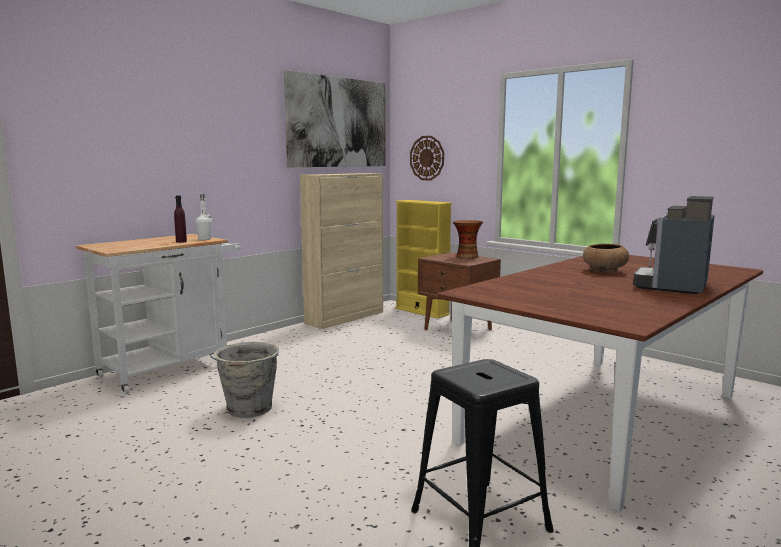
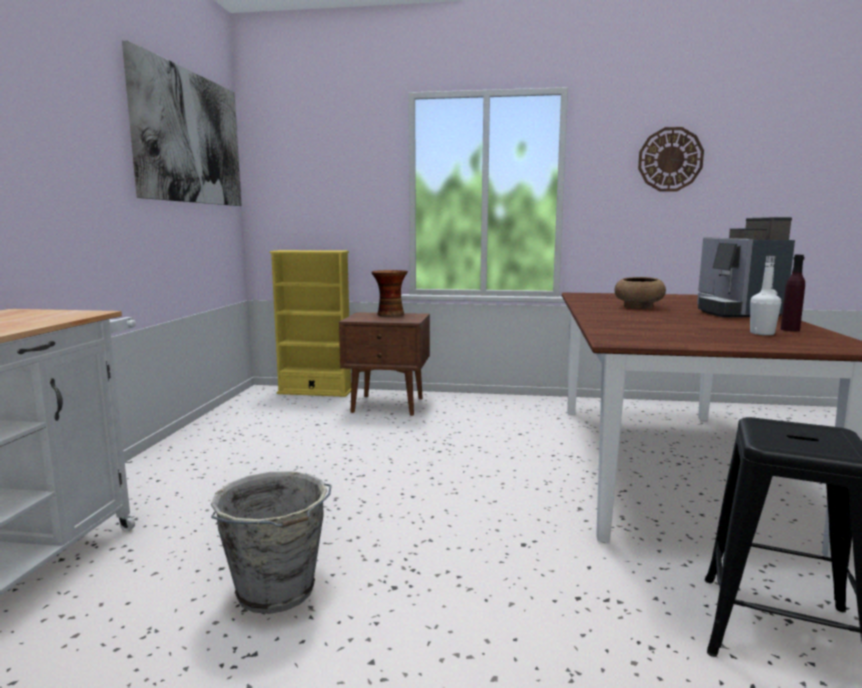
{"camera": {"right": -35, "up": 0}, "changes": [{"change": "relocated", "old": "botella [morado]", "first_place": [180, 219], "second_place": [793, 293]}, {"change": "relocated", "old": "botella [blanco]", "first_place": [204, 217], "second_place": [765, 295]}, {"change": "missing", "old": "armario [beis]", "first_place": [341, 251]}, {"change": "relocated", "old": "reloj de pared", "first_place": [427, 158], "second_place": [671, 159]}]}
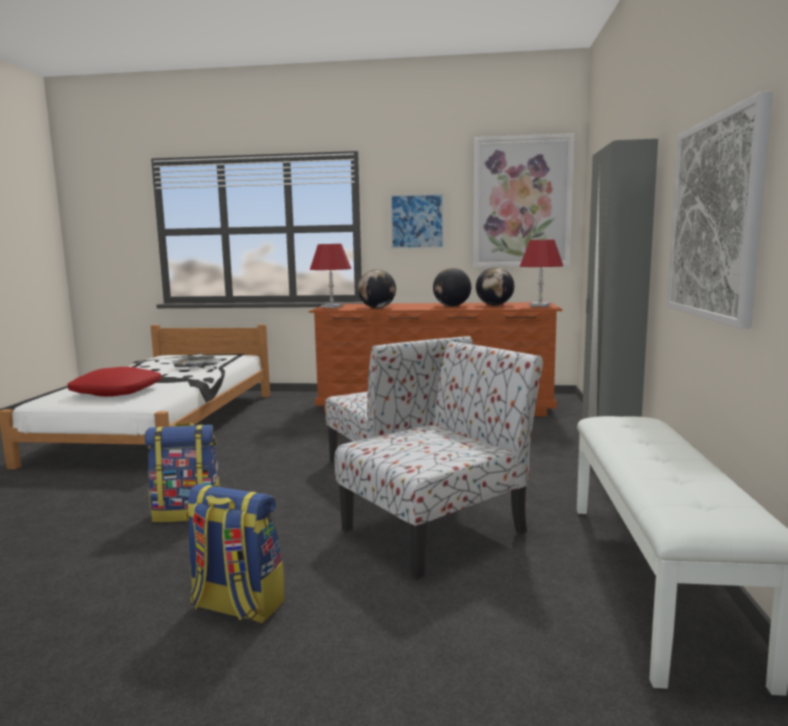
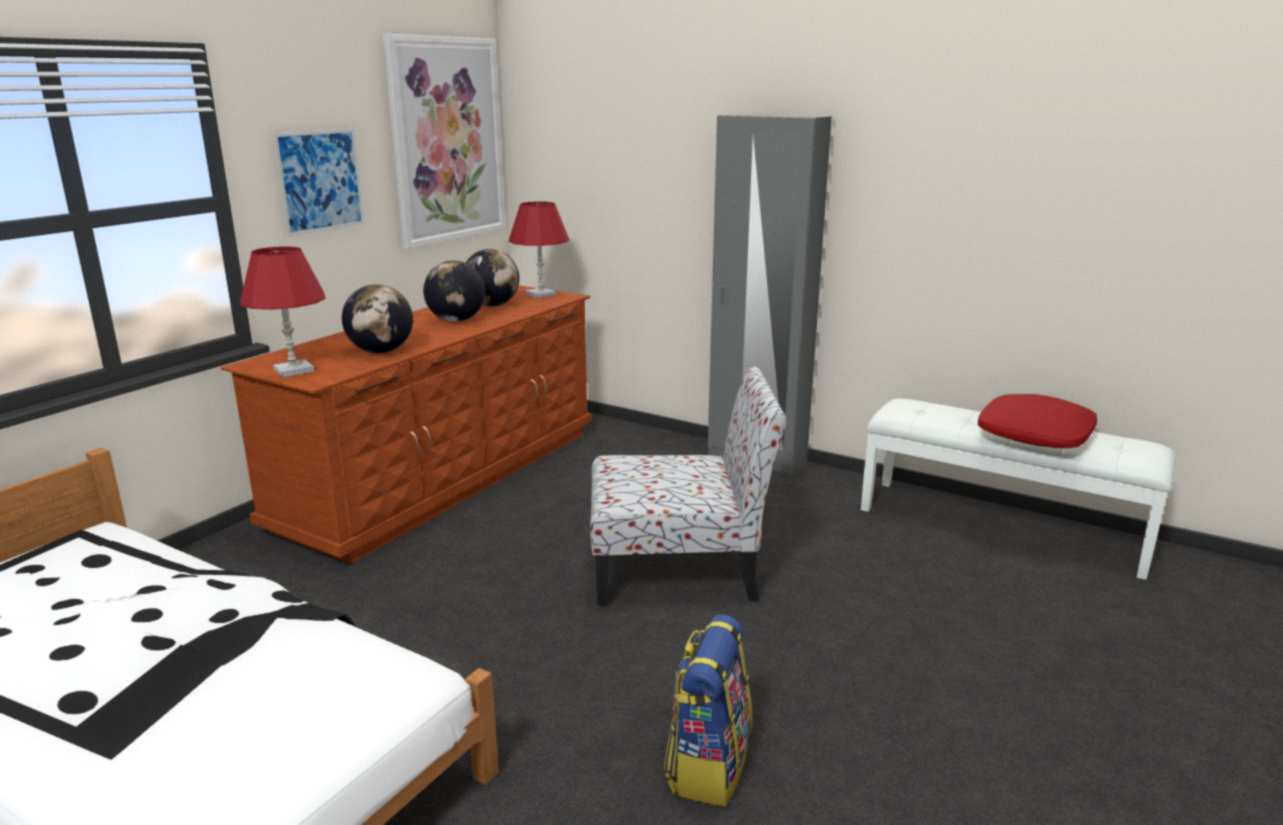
{"camera": {"right": -65, "up": 10}, "changes": [{"change": "relocated", "old": "cojín [rojo]", "first_place": [115, 382], "second_place": [1037, 421]}, {"change": "missing", "old": "bandeja [gris]", "first_place": [197, 361]}, {"change": "missing", "old": "mochila", "first_place": [235, 553]}, {"change": "missing", "old": "silla", "first_place": [439, 460]}, {"change": "missing", "old": "cuadro", "first_place": [720, 210]}]}
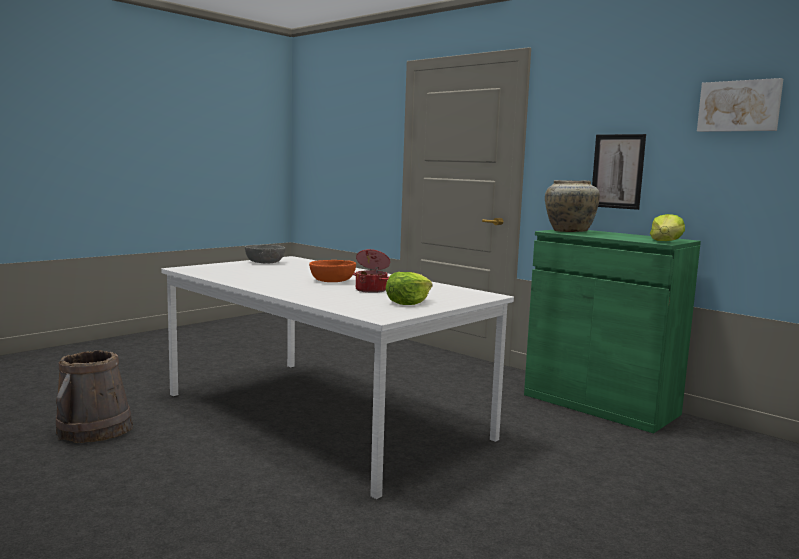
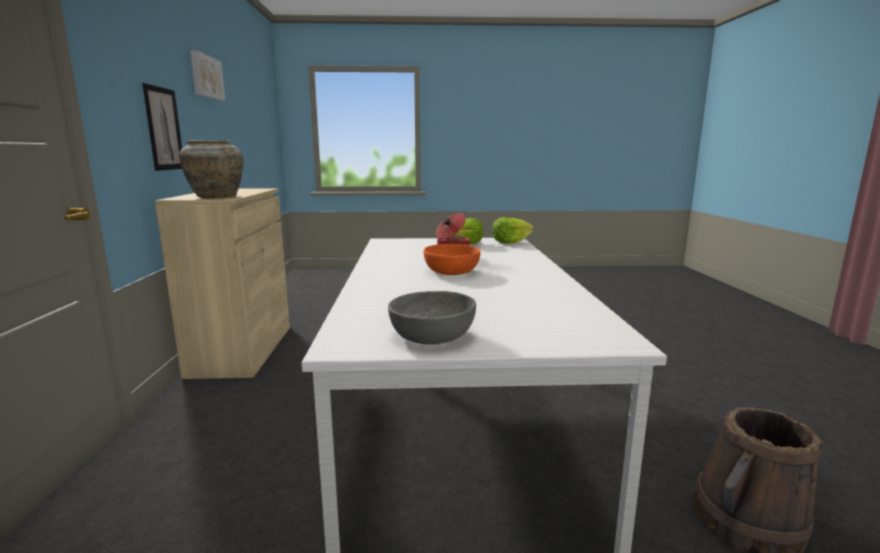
{"camera": {"right": -135, "up": 5}, "changes": [{"change": "colour", "old": "armario [verde]", "new": "armario [beis]", "first_place": [612, 331], "second_place": [222, 283]}, {"change": "relocated", "old": "lechuga", "first_place": [667, 227], "second_place": [513, 230]}]}
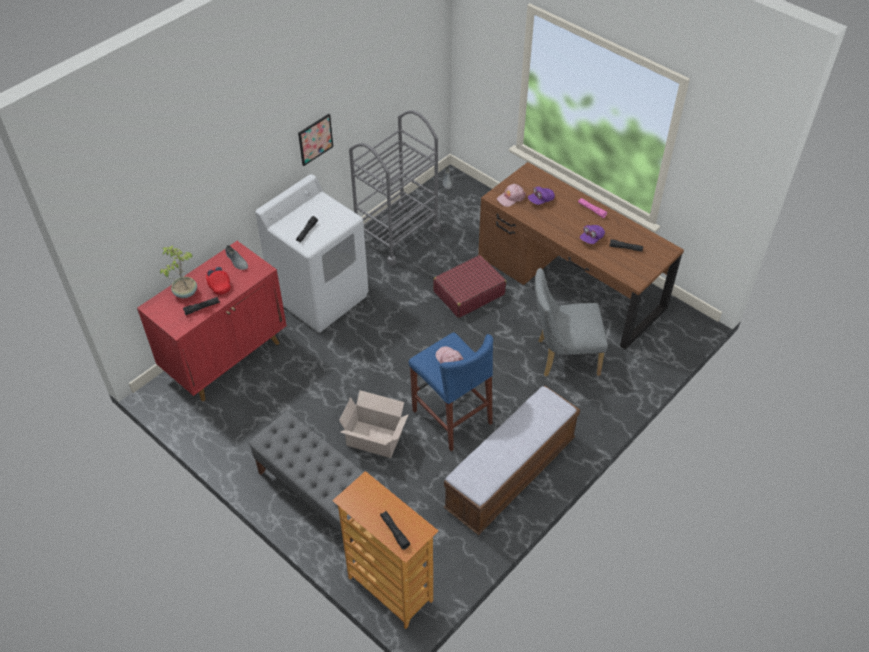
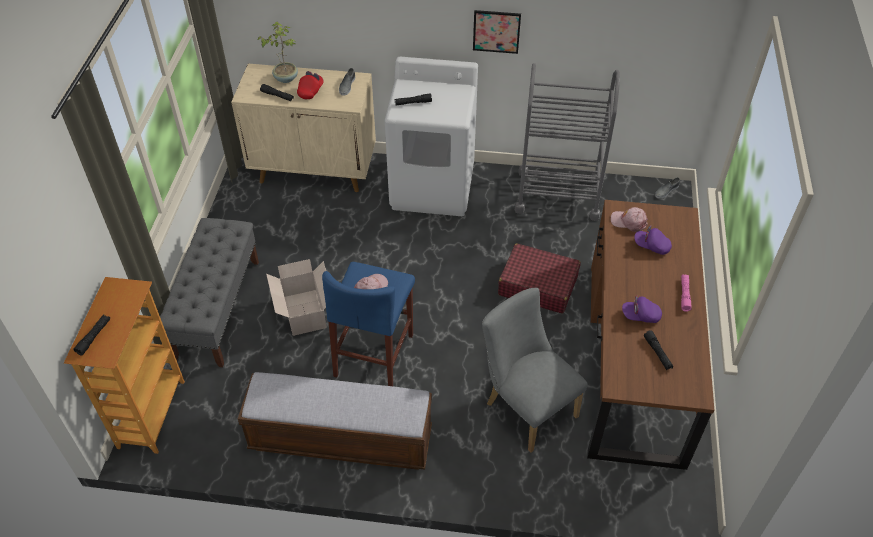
{"camera": {"right": 55, "up": 0}, "changes": [{"change": "colour", "old": "armario [rojo]", "new": "armario [beis]", "first_place": [212, 321], "second_place": [303, 128]}]}
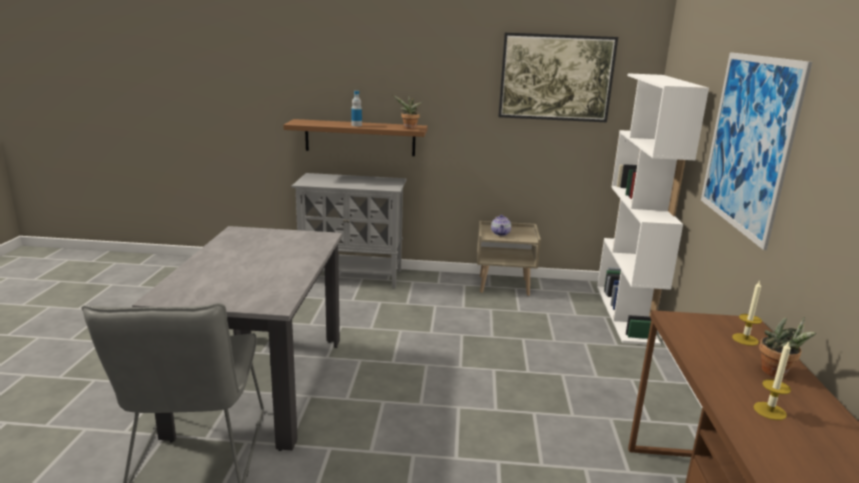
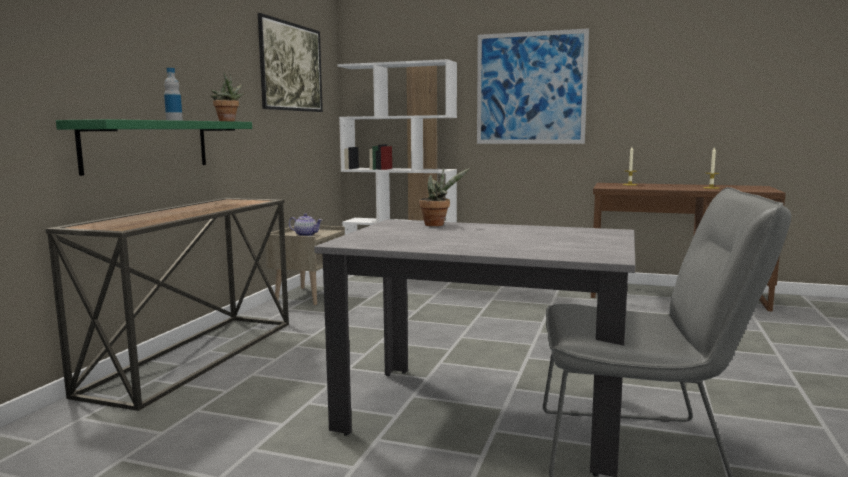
{"camera": {"right": -75, "up": -10}, "changes": [{"change": "colour", "old": "estante [marrón]", "new": "estante [verde]", "first_place": [355, 137], "second_place": [154, 147]}, {"change": "exchanged", "old": "armario [gris]", "new": "mesa consola", "first_place": [349, 230], "second_place": [167, 304]}, {"change": "relocated", "old": "planta en maceta", "first_place": [787, 347], "second_place": [444, 196]}]}
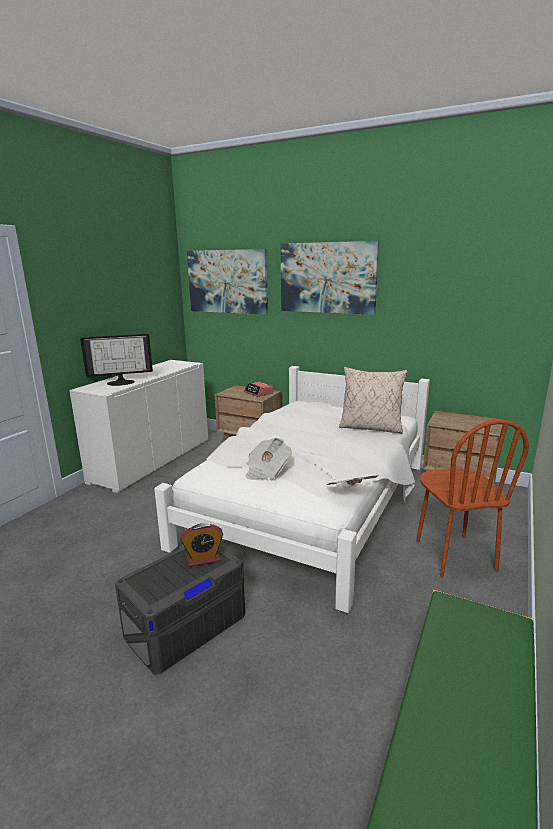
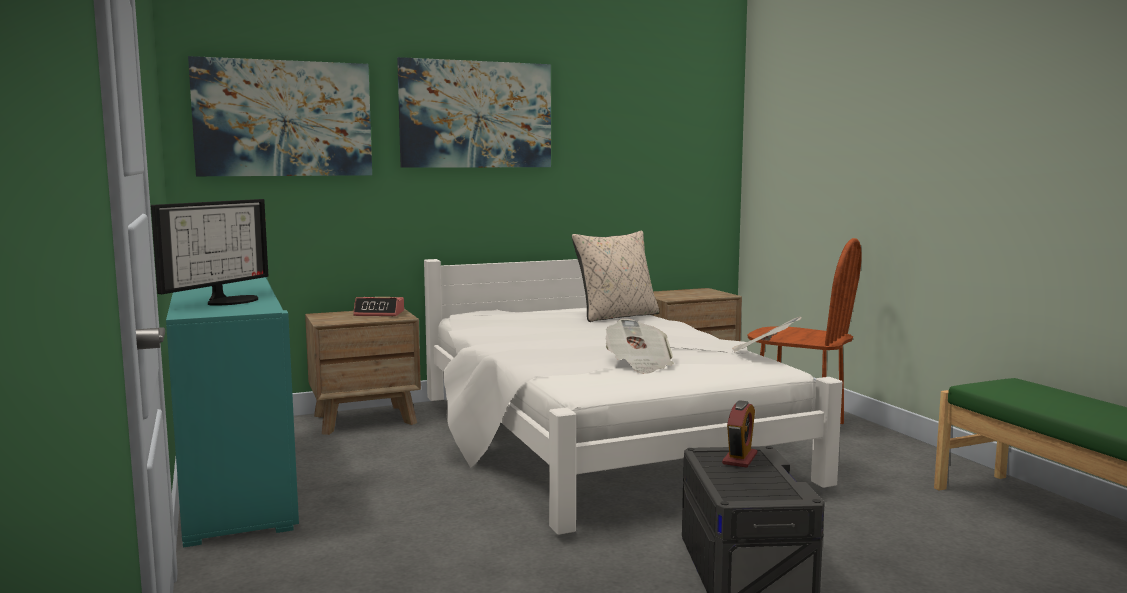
{"camera": {"right": -50, "up": -10}, "changes": [{"change": "colour", "old": "armario [blanco]", "new": "armario [turquesa]", "first_place": [138, 426], "second_place": [232, 412]}]}
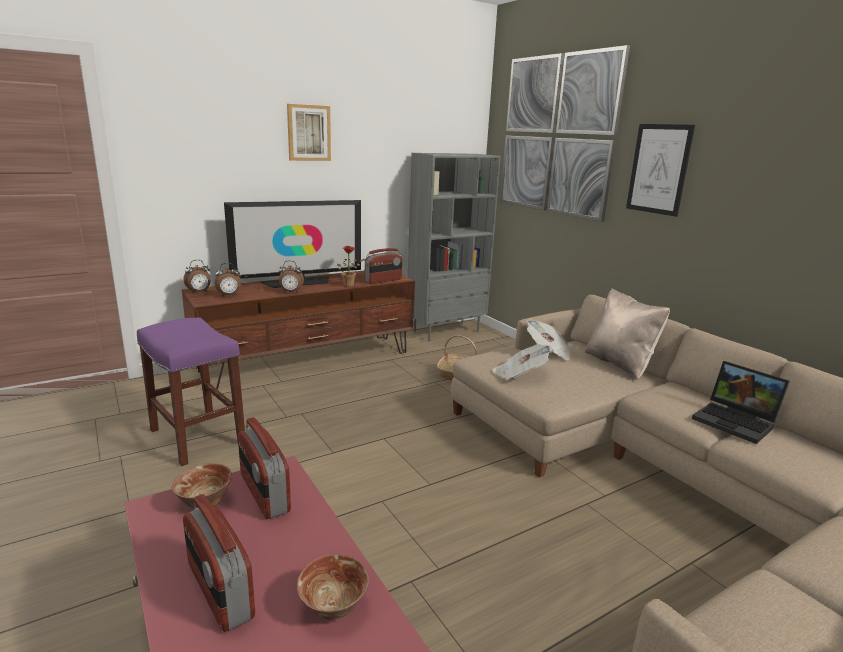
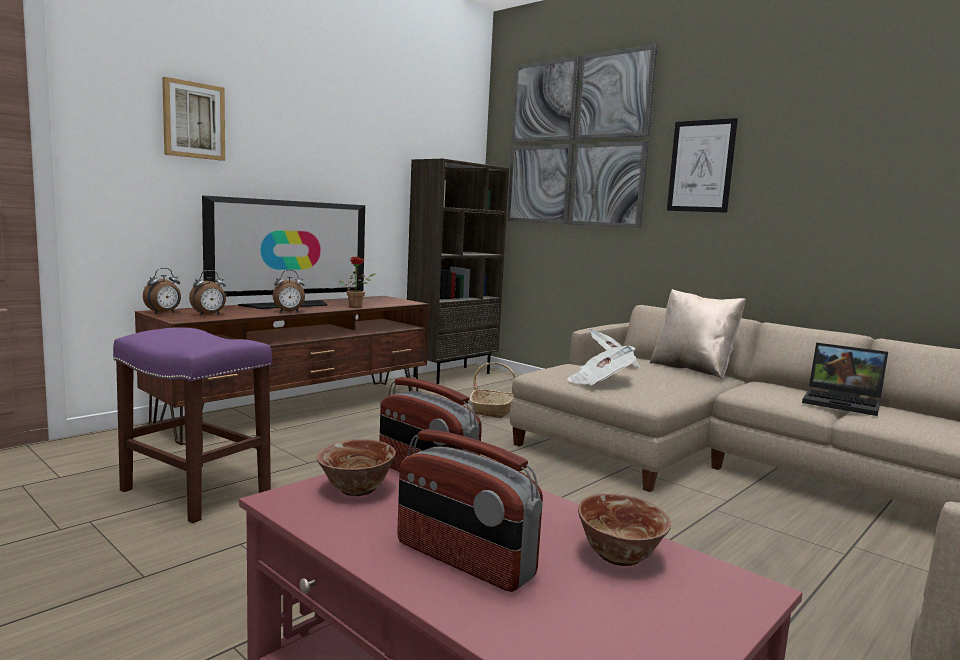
{"camera": {"right": -15, "up": -10}, "changes": [{"change": "relocated", "old": "cuadro", "first_place": [309, 132], "second_place": [193, 119]}, {"change": "missing", "old": "radio", "first_place": [383, 266]}, {"change": "colour", "old": "estantería [gris]", "new": "estantería [marrón]", "first_place": [454, 247], "second_place": [458, 271]}]}
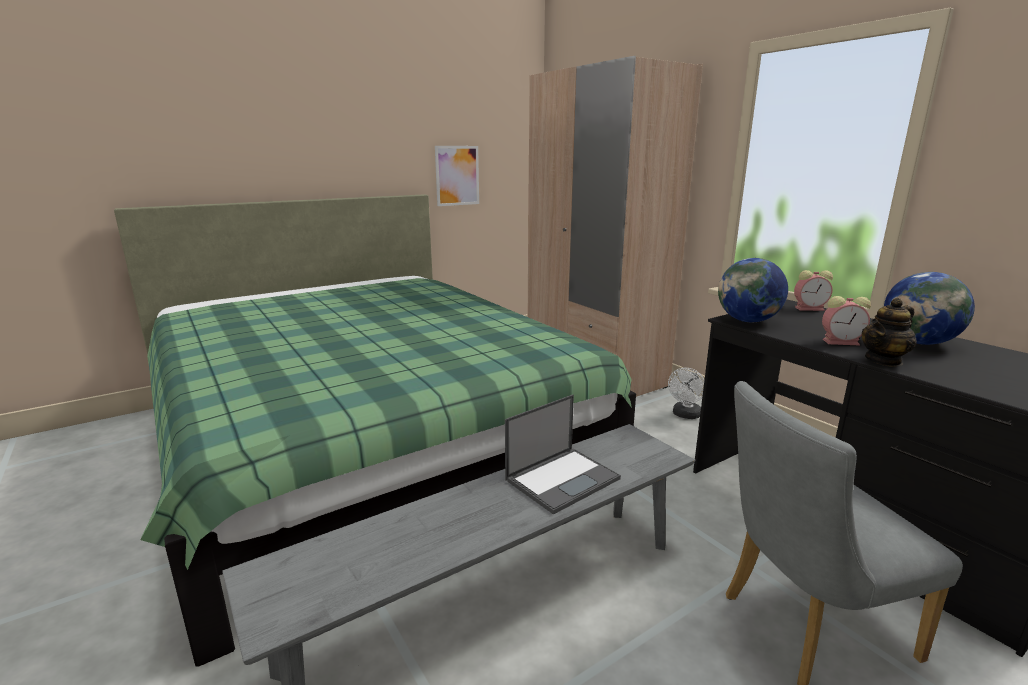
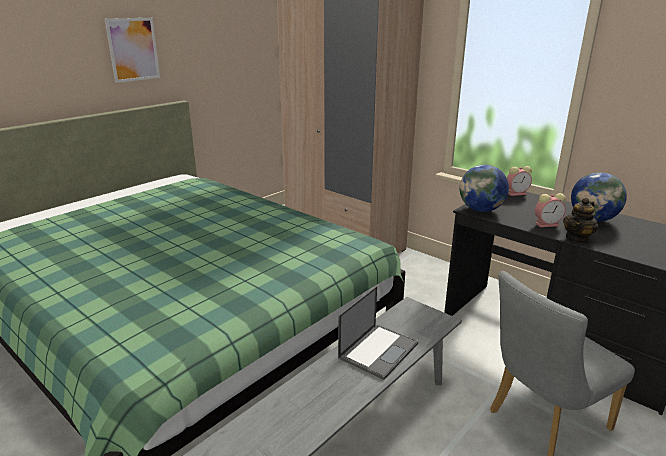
{"camera": {"right": -15, "up": 5}, "changes": [{"change": "relocated", "old": "cuadro", "first_place": [457, 176], "second_place": [132, 50]}, {"change": "missing", "old": "ventilador [blanco]", "first_place": [686, 393]}]}
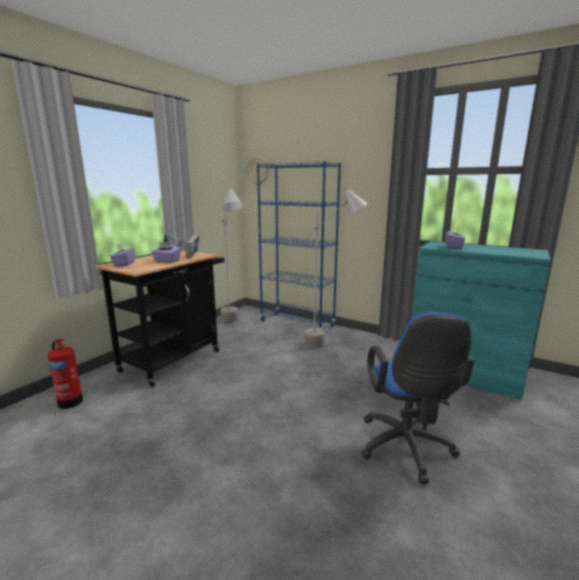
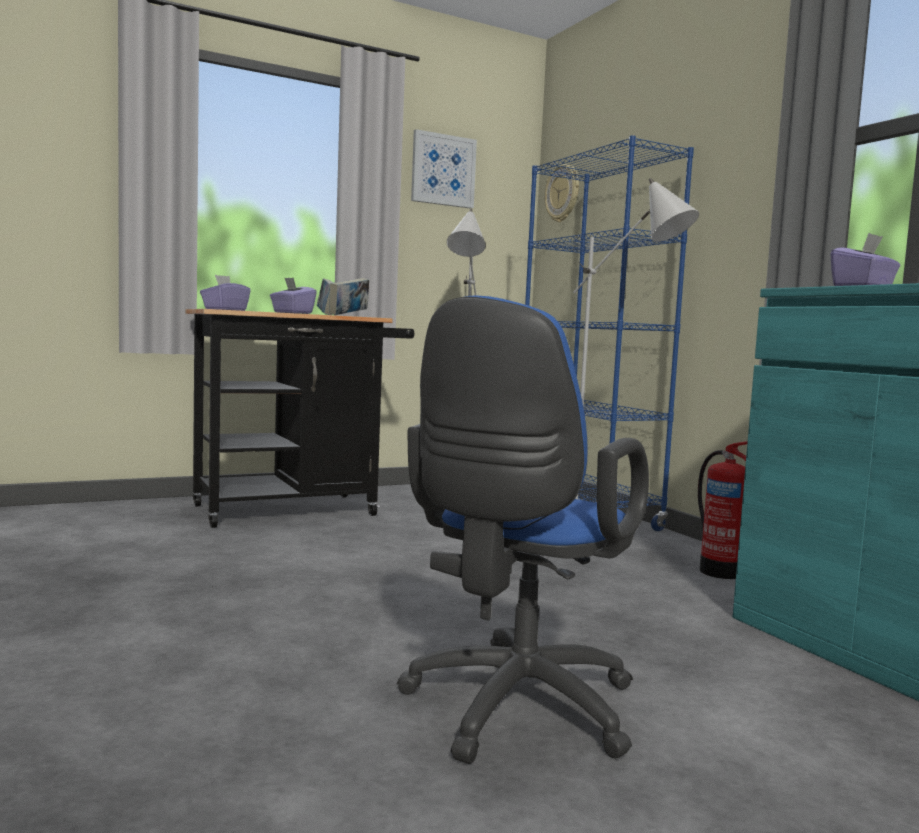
{"camera": {"right": 30, "up": -10}, "changes": [{"change": "relocated", "old": "extintor", "first_place": [65, 374], "second_place": [723, 510]}, {"change": "appeared", "new": "cuadro", "second_place": [444, 169]}]}
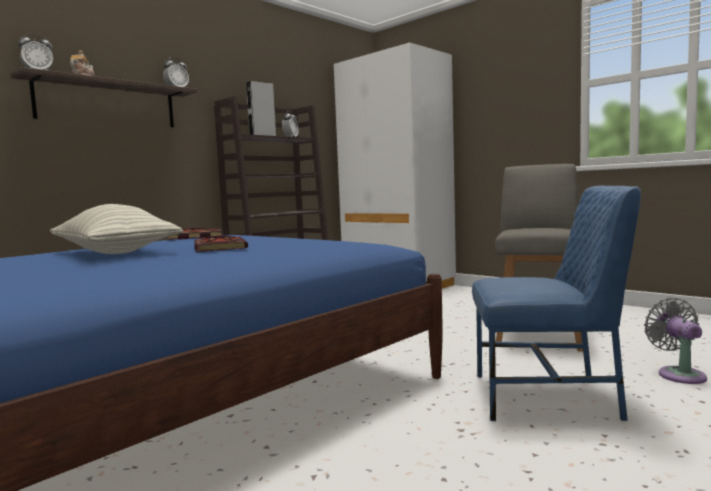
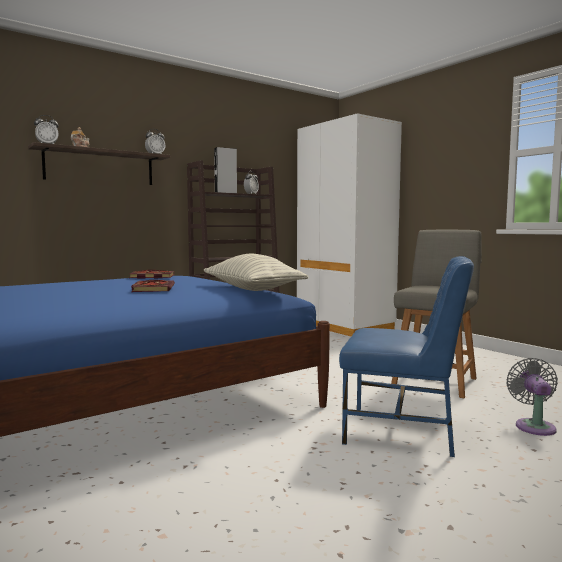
{"camera": {"right": 10, "up": 0}, "changes": [{"change": "relocated", "old": "cojín", "first_place": [116, 229], "second_place": [256, 272]}]}
